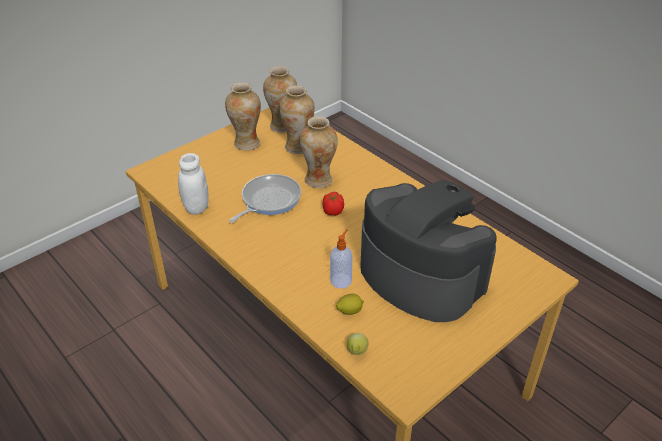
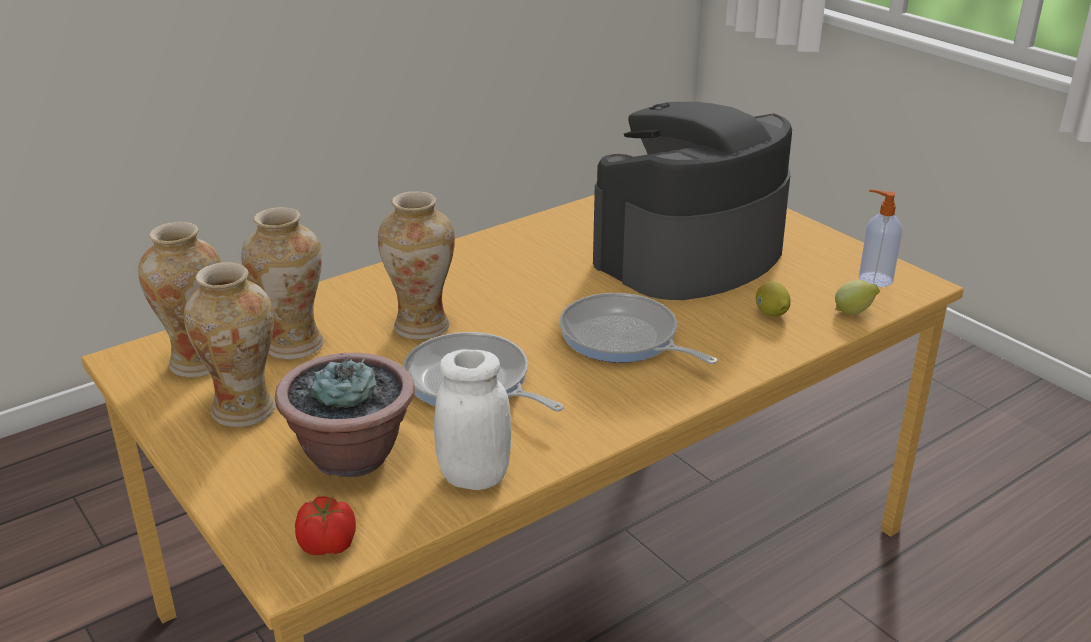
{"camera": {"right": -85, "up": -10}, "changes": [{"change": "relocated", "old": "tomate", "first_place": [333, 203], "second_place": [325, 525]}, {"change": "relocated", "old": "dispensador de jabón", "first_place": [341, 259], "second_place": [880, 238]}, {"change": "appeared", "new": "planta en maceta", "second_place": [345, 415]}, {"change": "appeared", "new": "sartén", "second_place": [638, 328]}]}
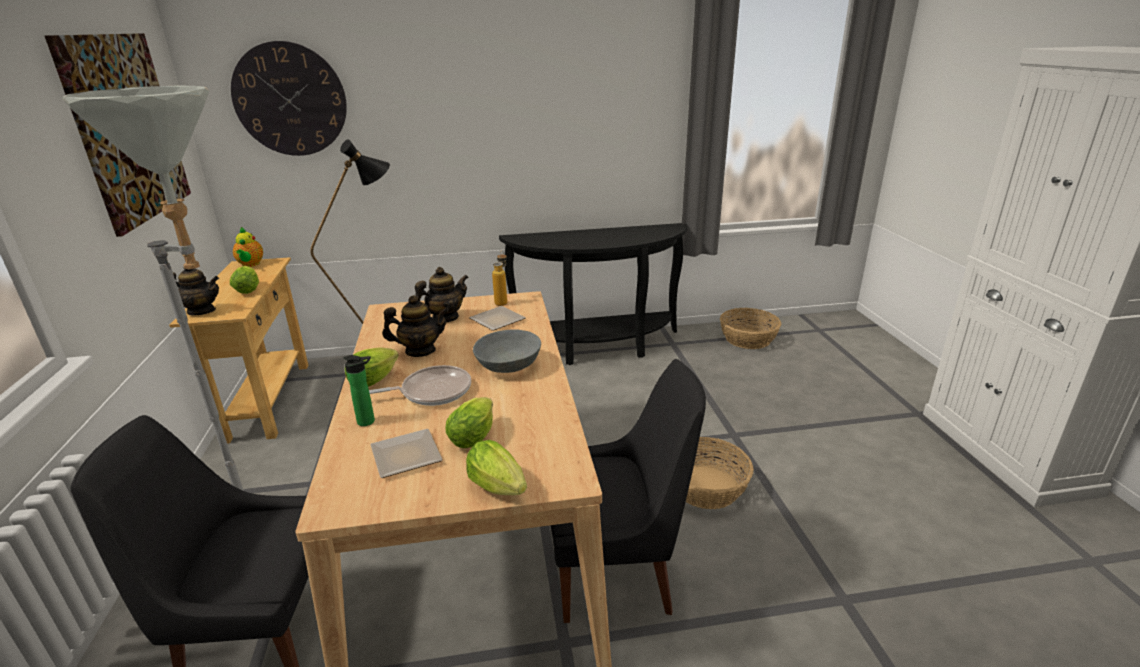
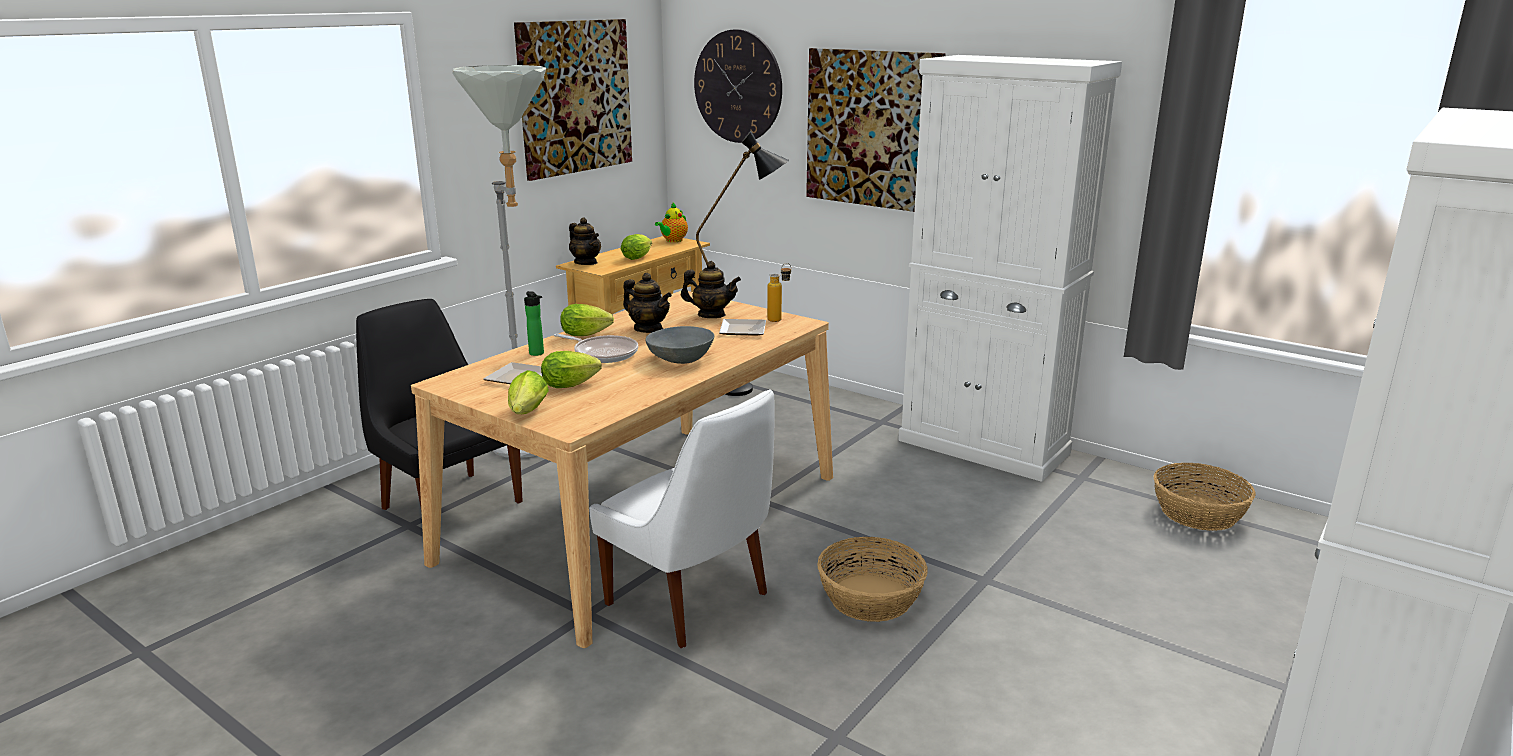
{"camera": {"right": 45, "up": -5}, "changes": [{"change": "exchanged", "old": "mesa consola [negro]", "new": "armario [blanco]", "first_place": [593, 294], "second_place": [1010, 268]}, {"change": "colour", "old": "silla [negro]", "new": "silla [blanco]", "first_place": [628, 491], "second_place": [681, 518]}, {"change": "appeared", "new": "cuadro", "second_place": [876, 130]}]}
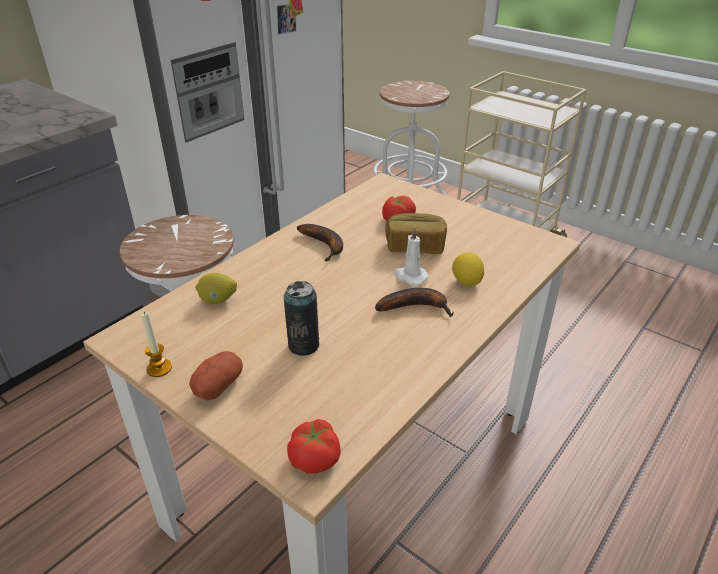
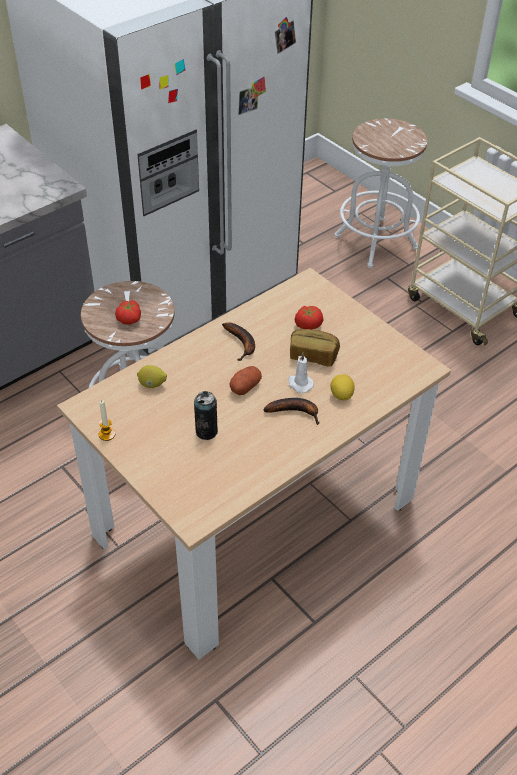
{"camera": {"right": 10, "up": 10}, "changes": [{"change": "relocated", "old": "patata", "first_place": [216, 376], "second_place": [246, 380]}, {"change": "relocated", "old": "tomate", "first_place": [314, 446], "second_place": [128, 312]}]}
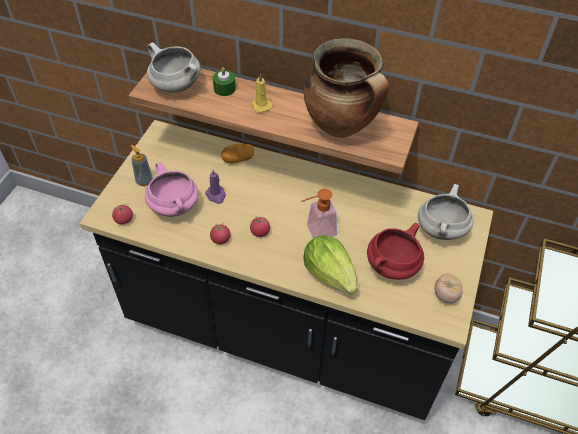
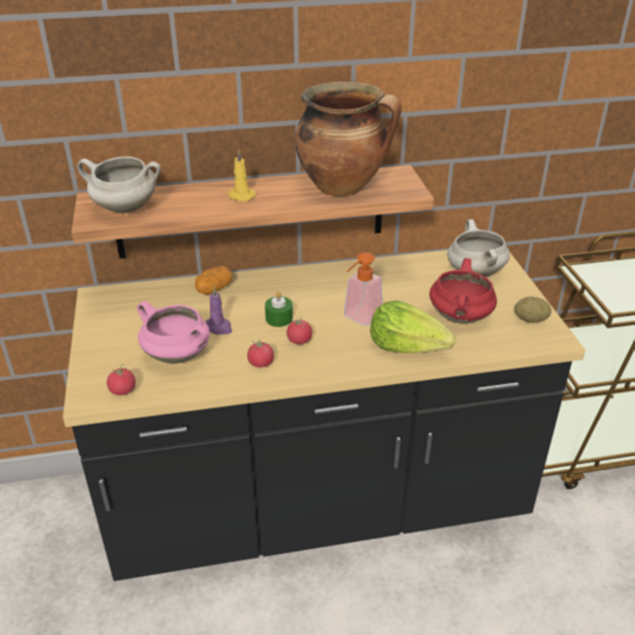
{"camera": {"right": -30, "up": -15}, "changes": [{"change": "missing", "old": "dispensador de jabón", "first_place": [141, 165]}, {"change": "relocated", "old": "vela [verde]", "first_place": [224, 81], "second_place": [279, 309]}, {"change": "exchanged", "old": "tomate", "new": "patata", "first_place": [449, 289], "second_place": [532, 309]}]}
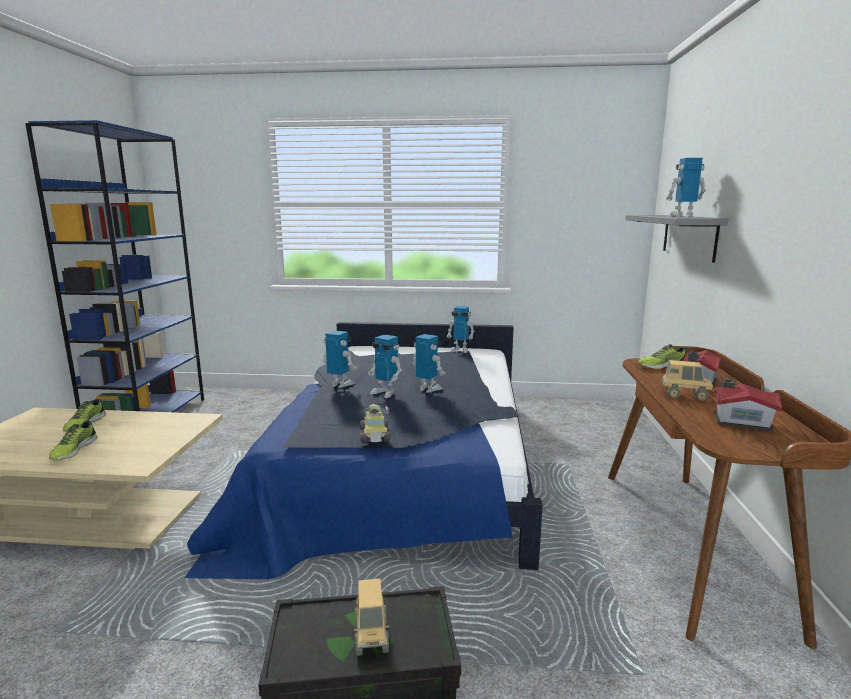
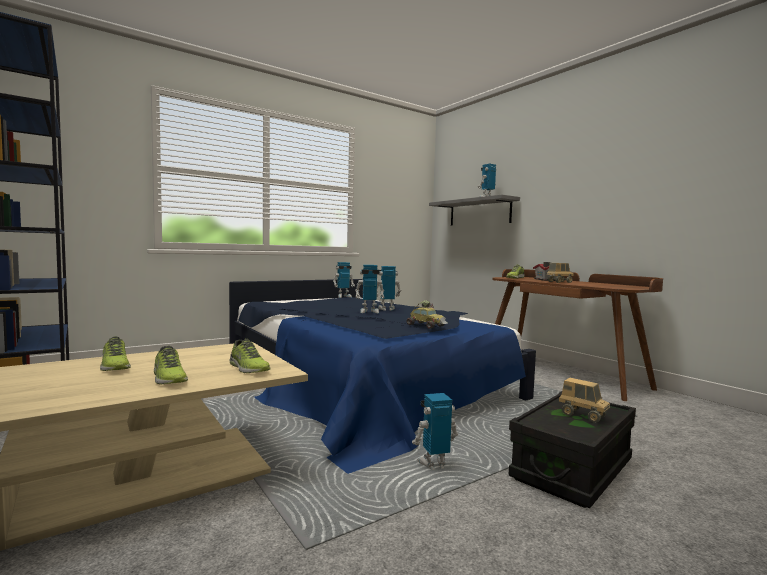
{"camera": {"right": -40, "up": -10}, "changes": [{"change": "relocated", "old": "robot de juguete", "first_place": [340, 359], "second_place": [435, 431]}, {"change": "missing", "old": "casita", "first_place": [747, 405]}, {"change": "appeared", "new": "zapato", "second_place": [250, 356]}]}
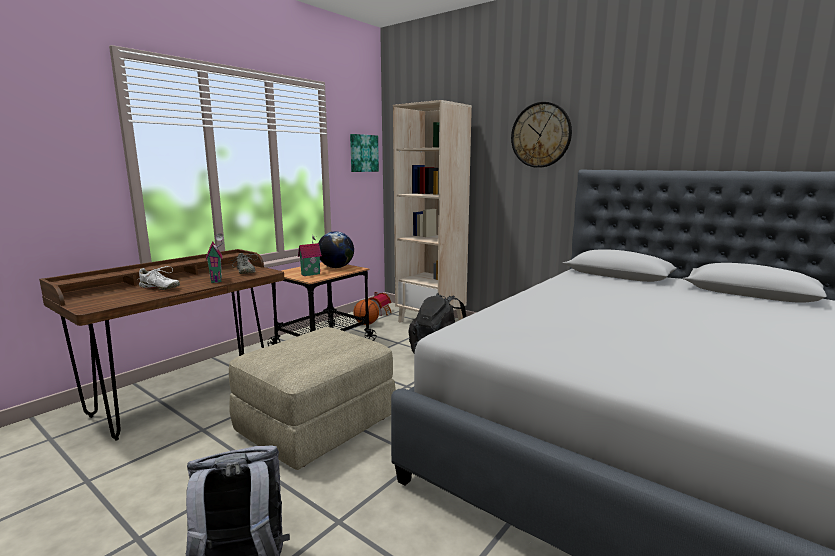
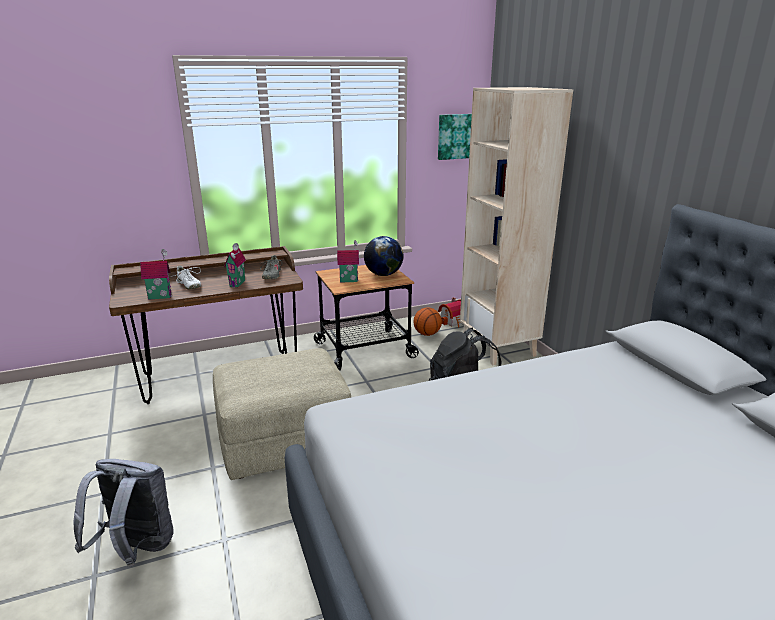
{"camera": {"right": 30, "up": 10}, "changes": [{"change": "missing", "old": "reloj de pared", "first_place": [541, 135]}, {"change": "appeared", "new": "casita", "second_place": [156, 274]}]}
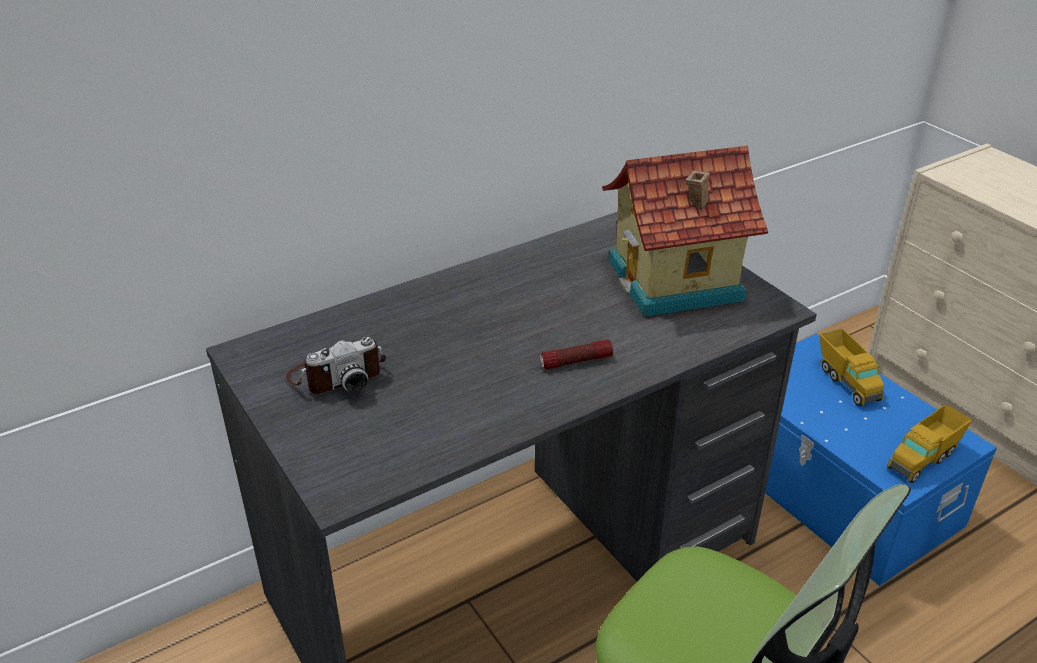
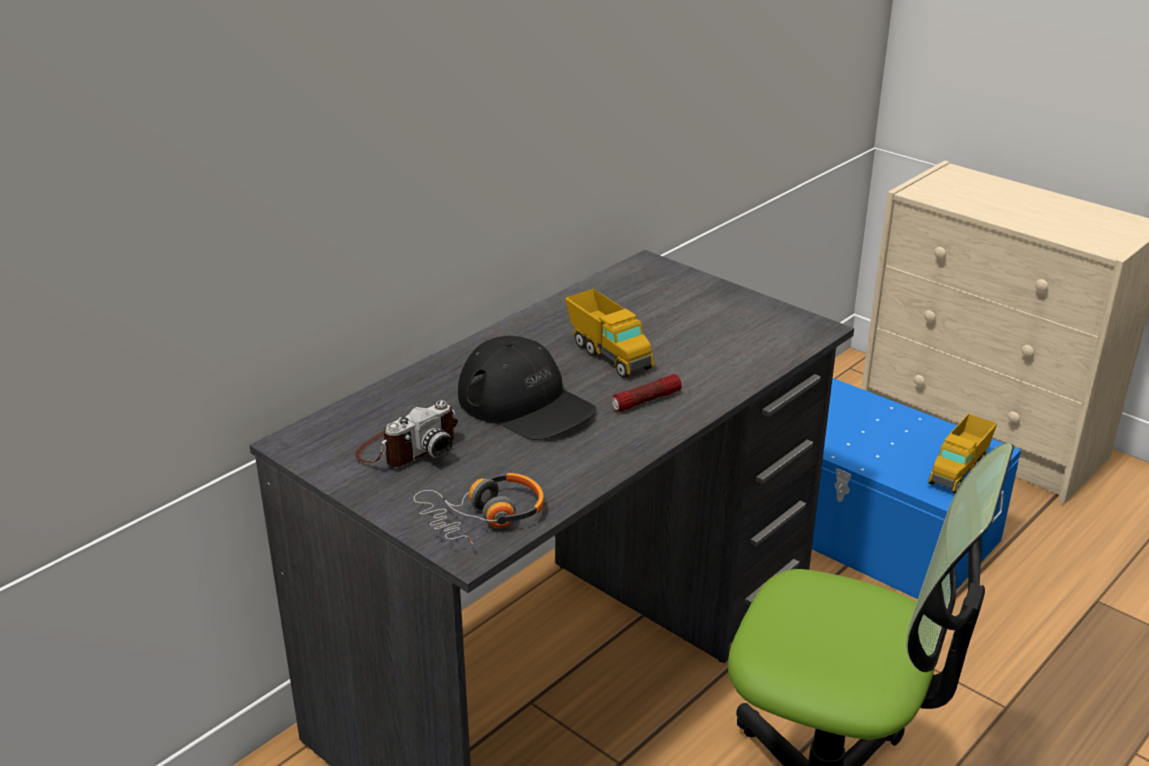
{"camera": {"right": -15, "up": -5}, "changes": [{"change": "missing", "old": "casita", "first_place": [685, 231]}, {"change": "relocated", "old": "camión de juguete", "first_place": [852, 367], "second_place": [609, 333]}, {"change": "appeared", "new": "auriculares", "second_place": [479, 509]}, {"change": "appeared", "new": "gorra [negro]", "second_place": [527, 387]}]}
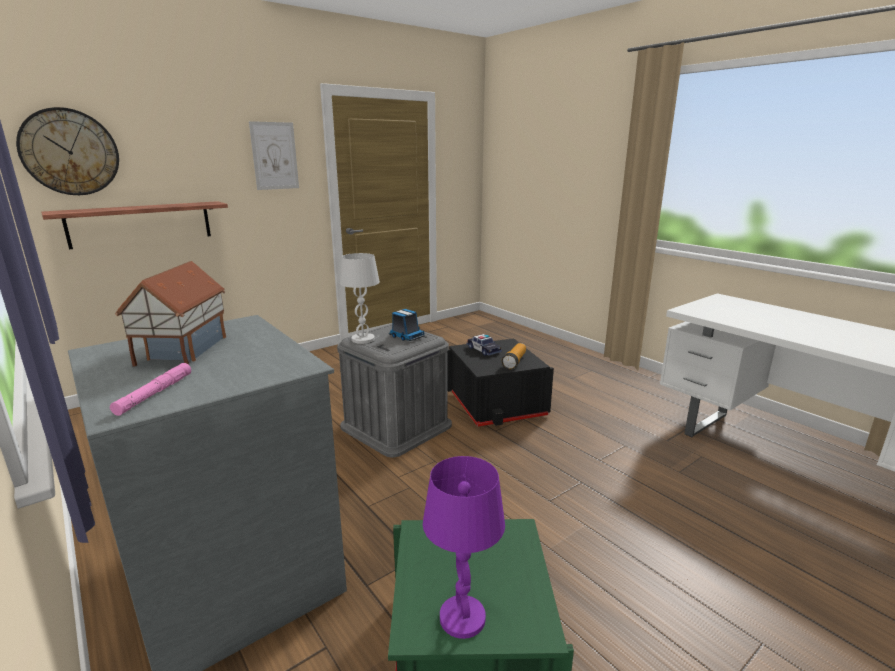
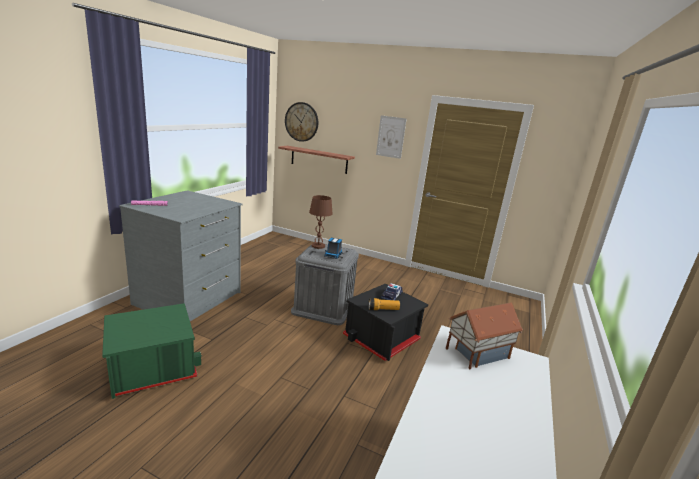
{"camera": {"right": 60, "up": 0}, "changes": [{"change": "relocated", "old": "casita", "first_place": [170, 313], "second_place": [484, 336]}, {"change": "colour", "old": "lámpara de mesa [blanco]", "new": "lámpara de mesa [marrón]", "first_place": [360, 298], "second_place": [320, 222]}, {"change": "missing", "old": "lámpara de mesa [morado]", "first_place": [464, 547]}]}
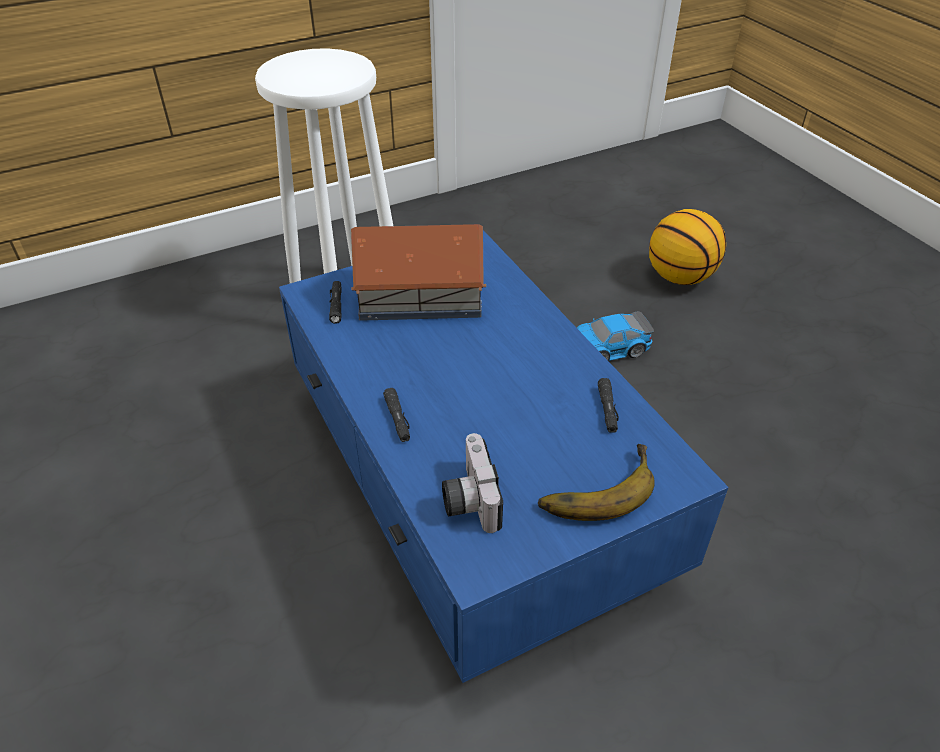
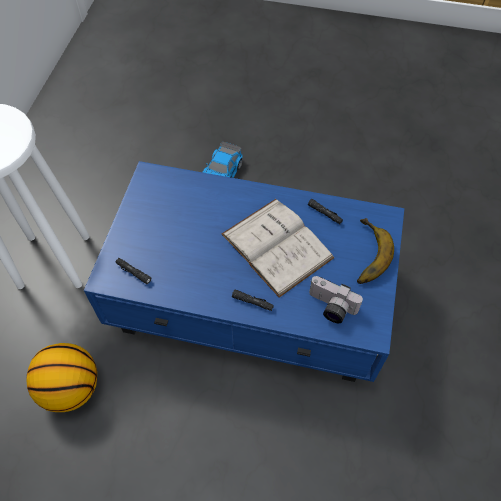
{"camera": {"right": -50, "up": 15}, "changes": [{"change": "missing", "old": "casita", "first_place": [418, 272]}, {"change": "relocated", "old": "balón de baloncesto", "first_place": [687, 247], "second_place": [61, 377]}, {"change": "appeared", "new": "libro [blanco]", "second_place": [278, 248]}]}
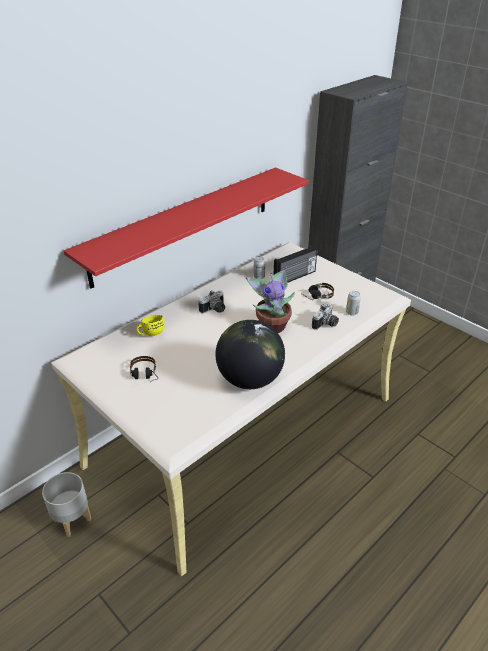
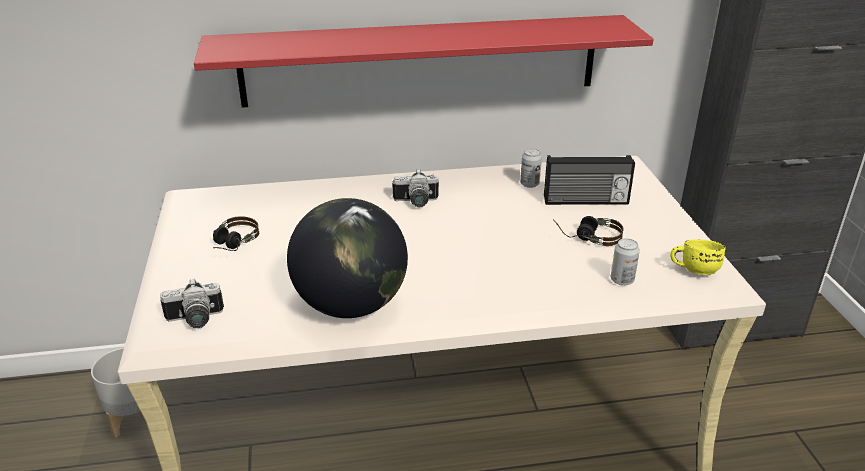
{"camera": {"right": 35, "up": -5}, "changes": [{"change": "relocated", "old": "taza grande [amarillo]", "first_place": [150, 325], "second_place": [698, 257]}, {"change": "missing", "old": "planta en maceta", "first_place": [270, 300]}, {"change": "relocated", "old": "cámara", "first_place": [325, 317], "second_place": [192, 303]}]}
